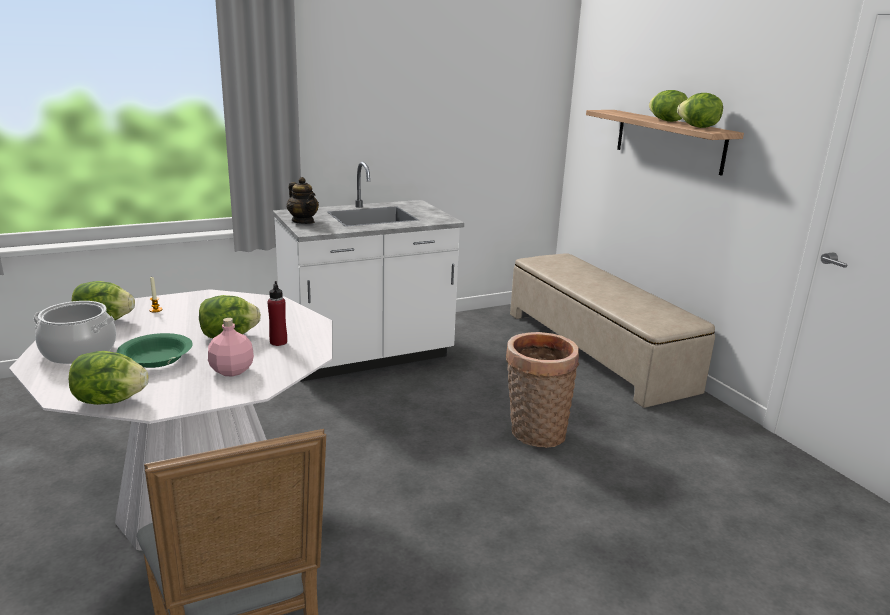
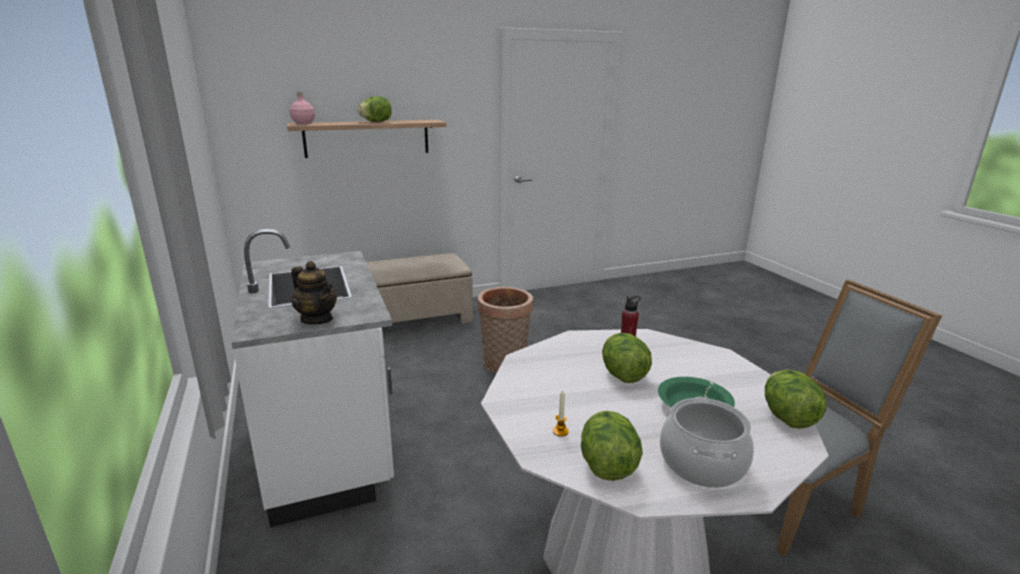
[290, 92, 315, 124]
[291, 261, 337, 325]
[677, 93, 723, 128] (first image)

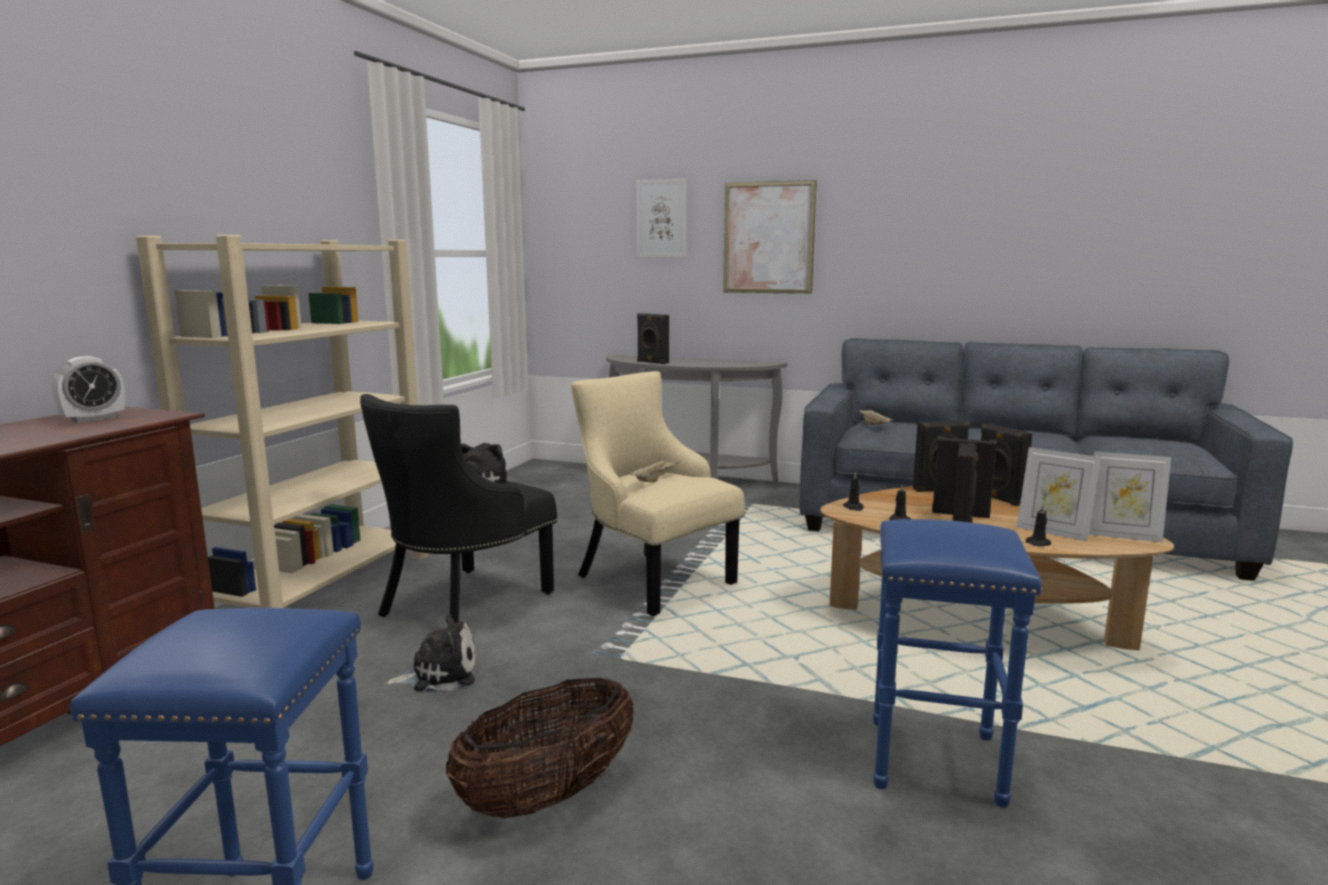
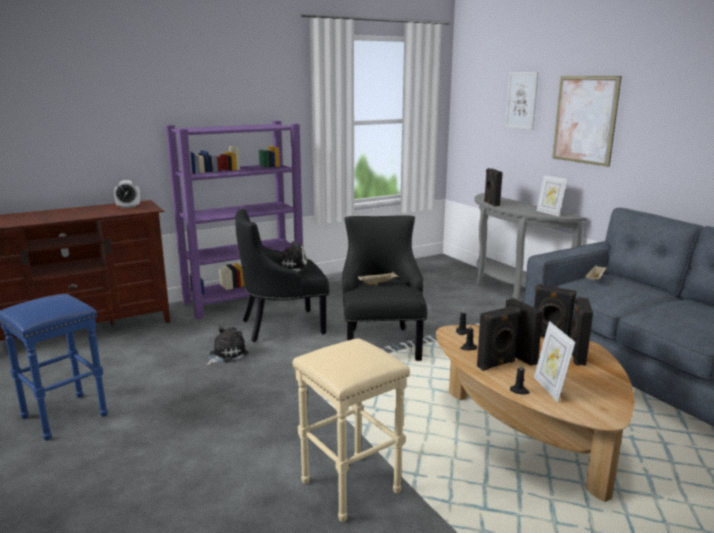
[166, 121, 303, 319]
[206, 327, 249, 365]
[293, 339, 410, 522]
[342, 215, 427, 361]
[536, 175, 567, 216]
[446, 678, 634, 818] (first image)

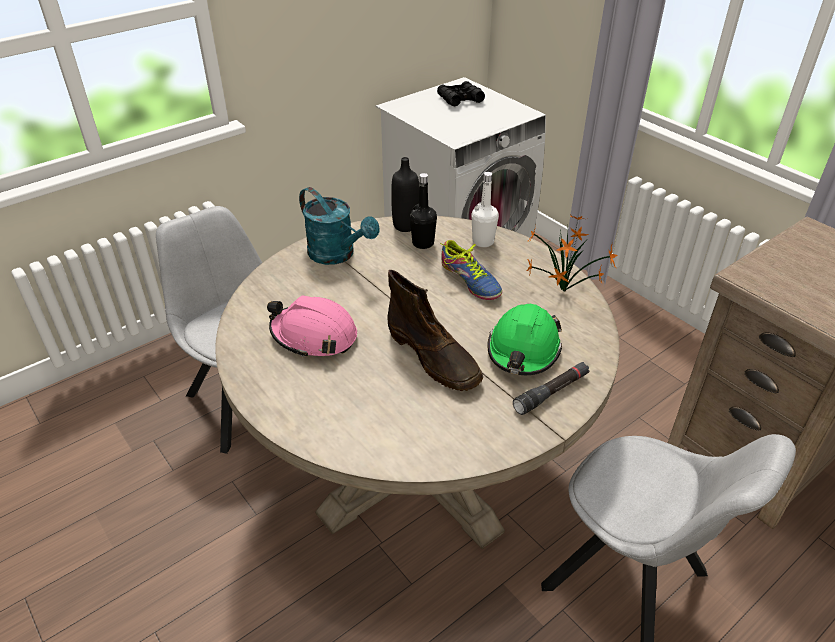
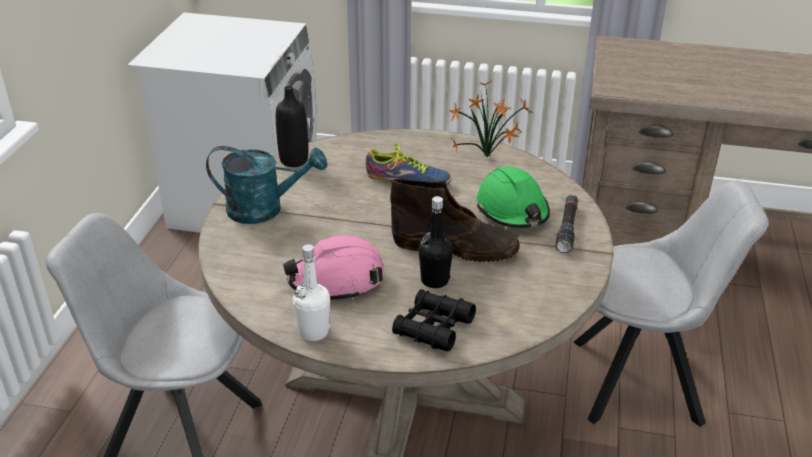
[293, 244, 330, 341]
[392, 289, 476, 351]
[419, 196, 453, 288]

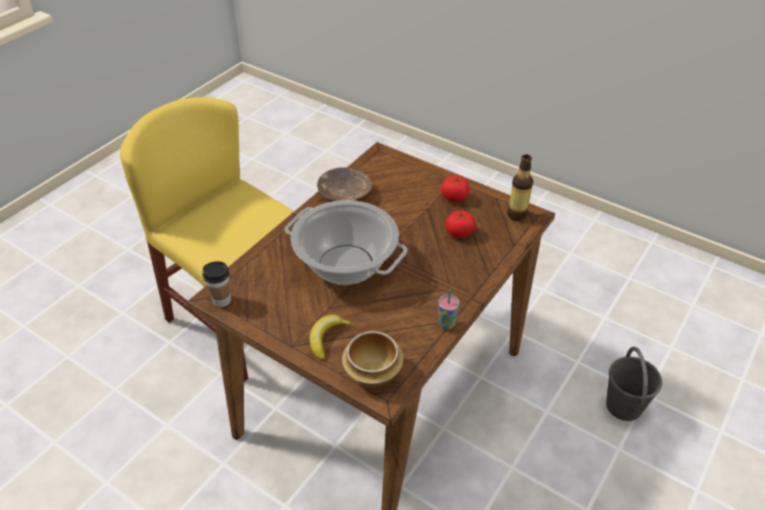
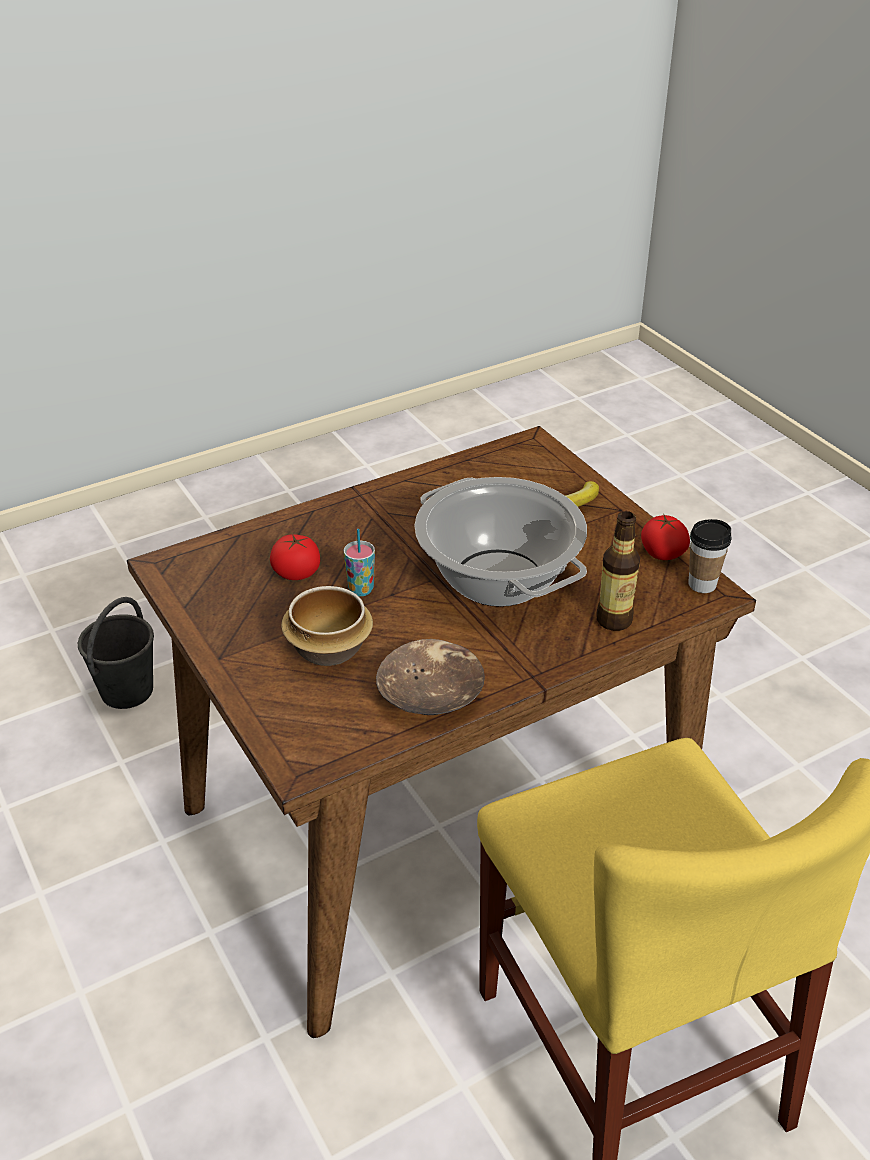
[281, 586, 373, 666]
[344, 529, 375, 596]
[596, 511, 640, 631]
[641, 515, 690, 560]

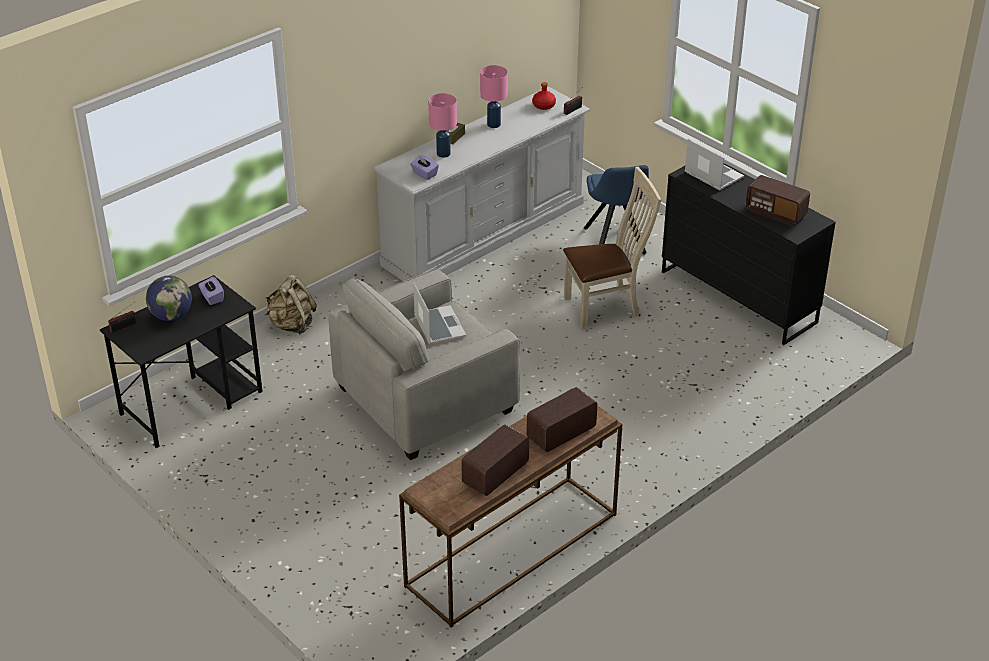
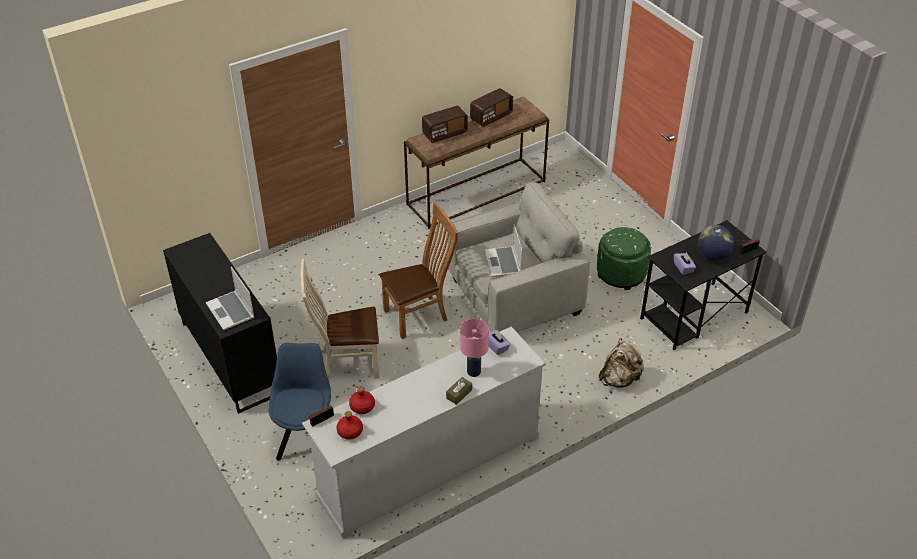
[349, 386, 375, 414]
[379, 202, 458, 339]
[597, 227, 651, 290]
[480, 65, 508, 128] (first image)
[745, 175, 810, 226] (first image)

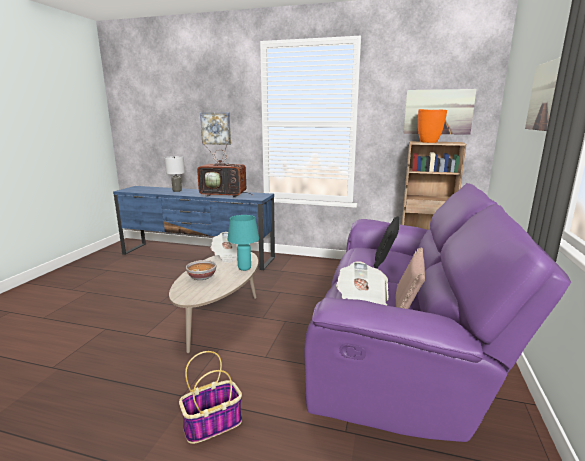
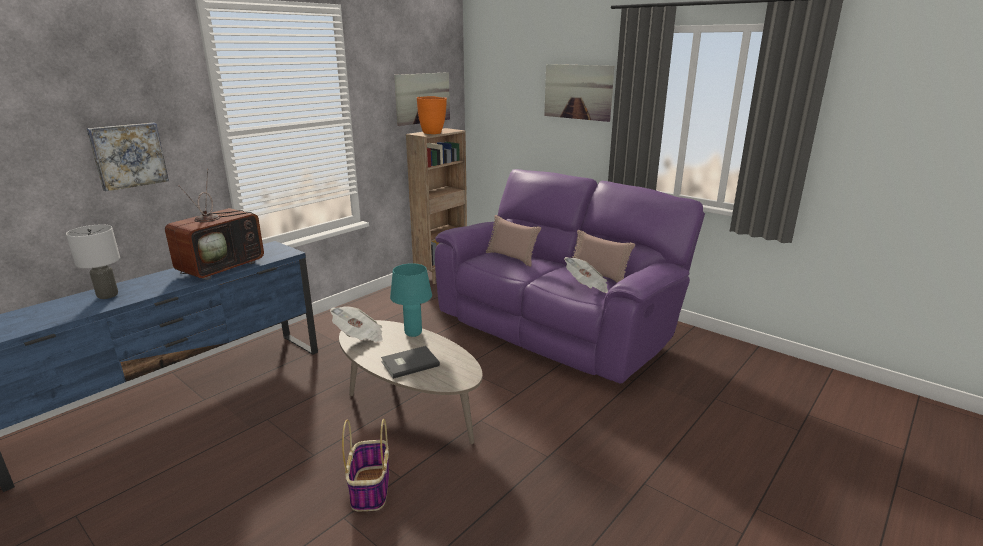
[342, 419, 389, 511]
[381, 346, 440, 379]
[485, 215, 541, 267]

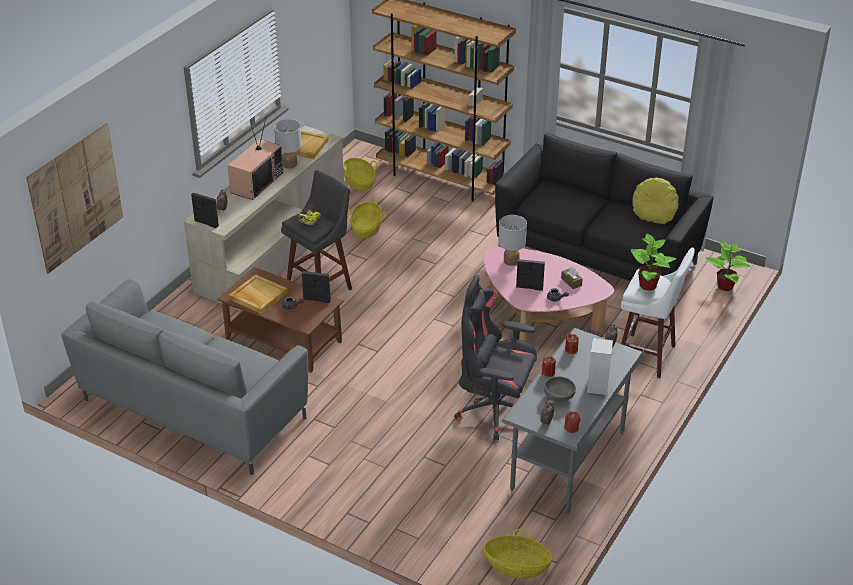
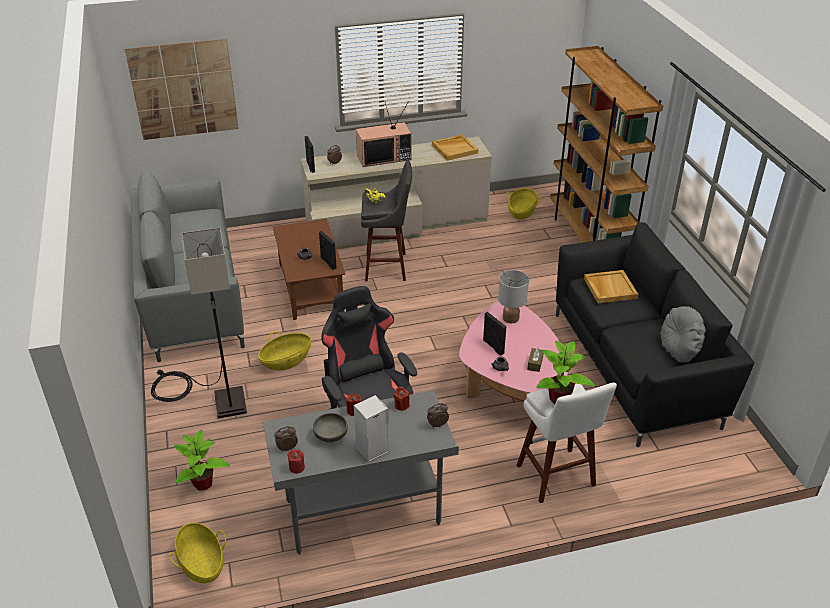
[151, 228, 247, 418]
[174, 430, 230, 491]
[258, 331, 311, 371]
[584, 270, 638, 303]
[660, 306, 706, 362]
[274, 119, 302, 169] (first image)

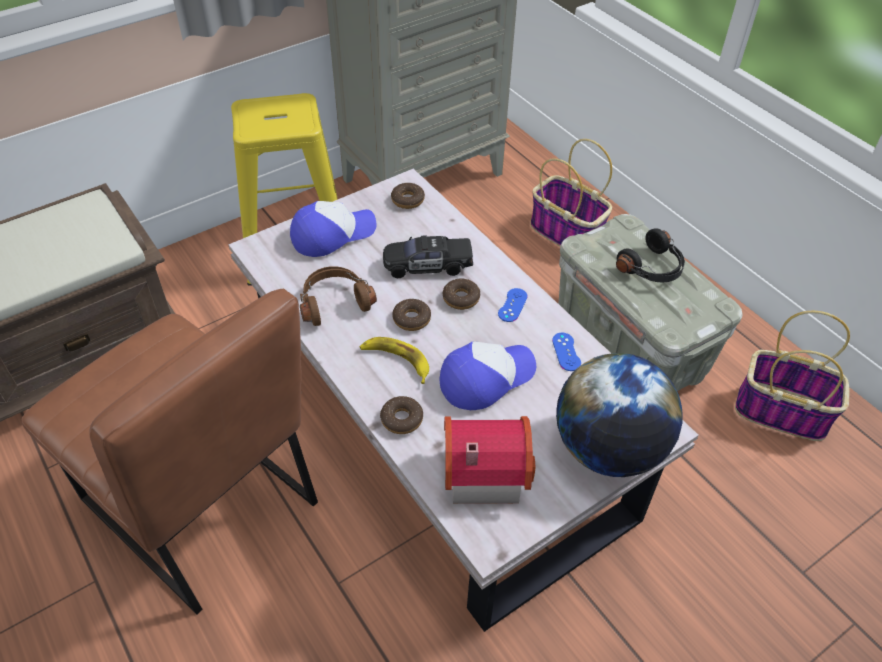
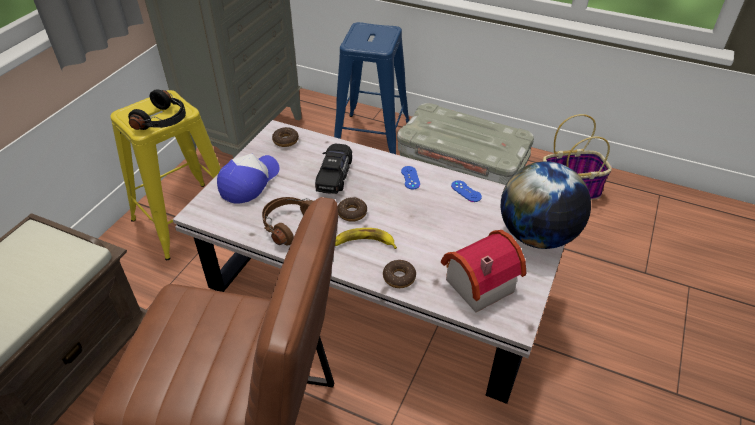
[128, 89, 186, 130]
[315, 144, 352, 194]
[334, 22, 409, 154]
[440, 342, 537, 410] (first image)
[443, 279, 480, 310] (first image)

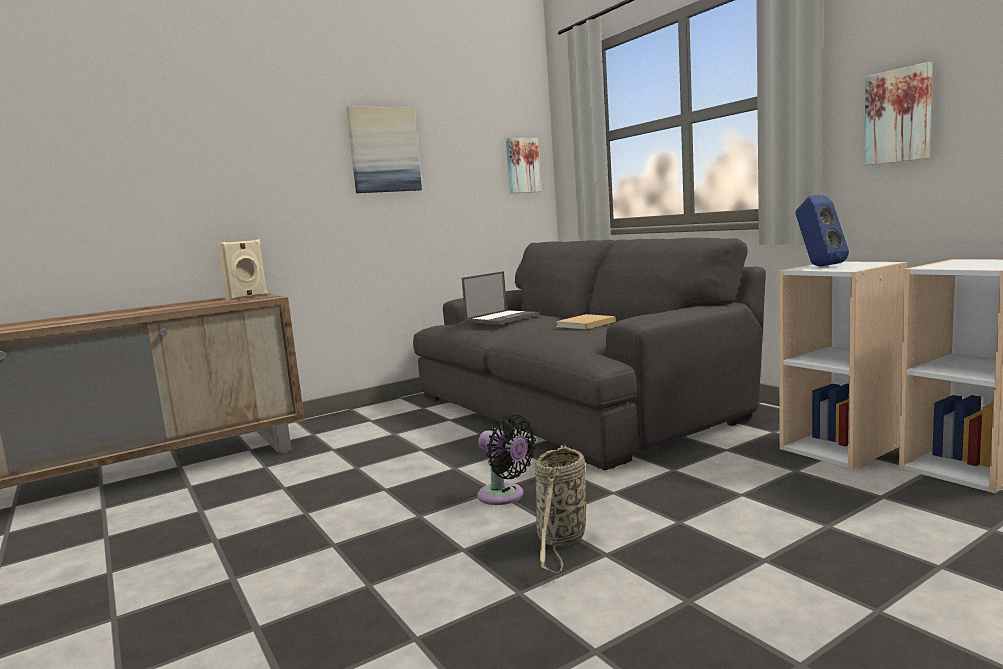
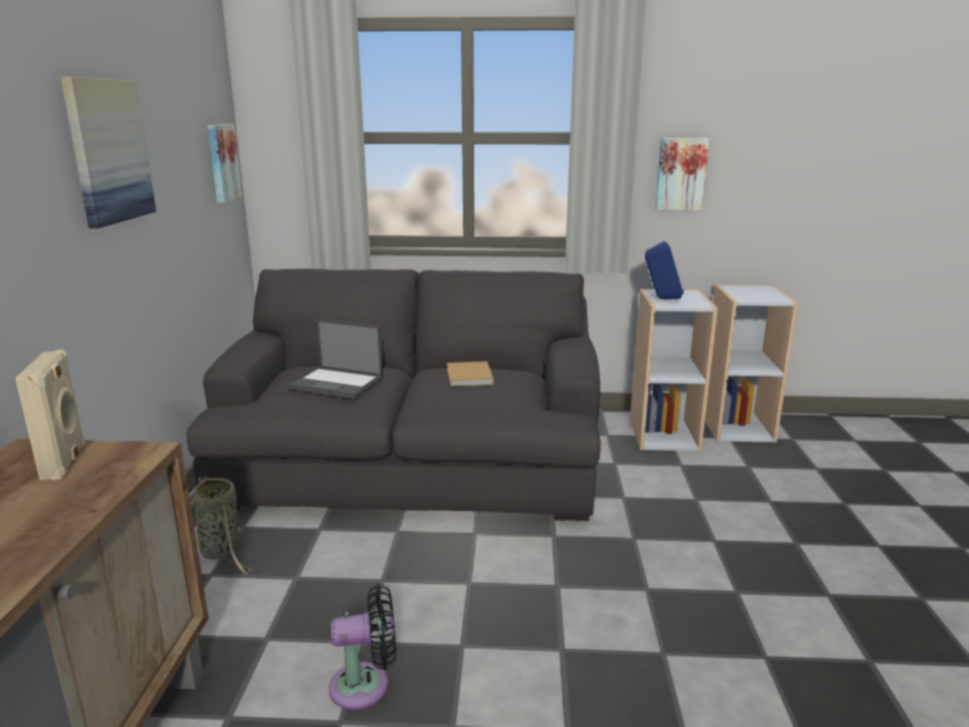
[190, 476, 253, 574]
[287, 319, 383, 399]
[329, 584, 396, 710]

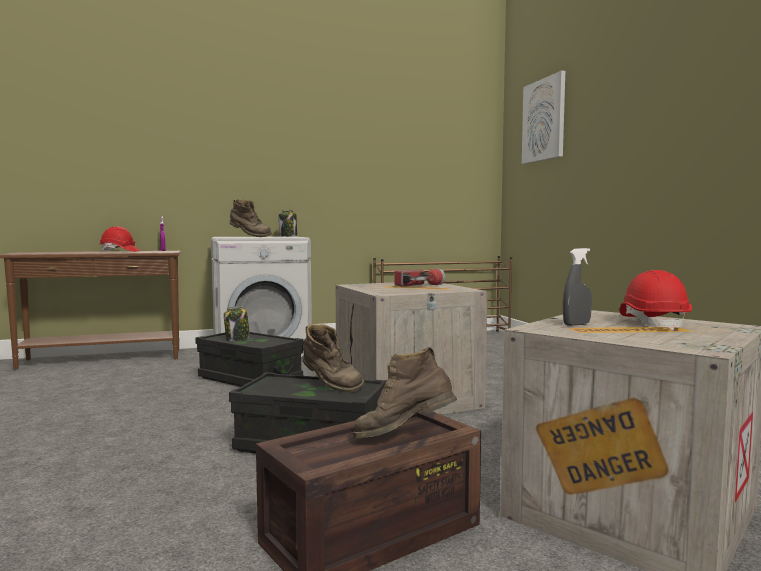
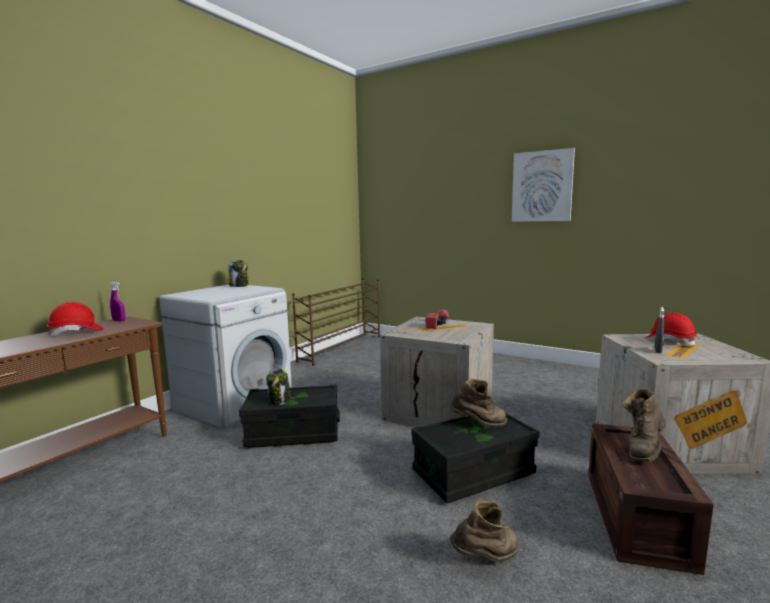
[450, 501, 519, 563]
[512, 148, 575, 222]

